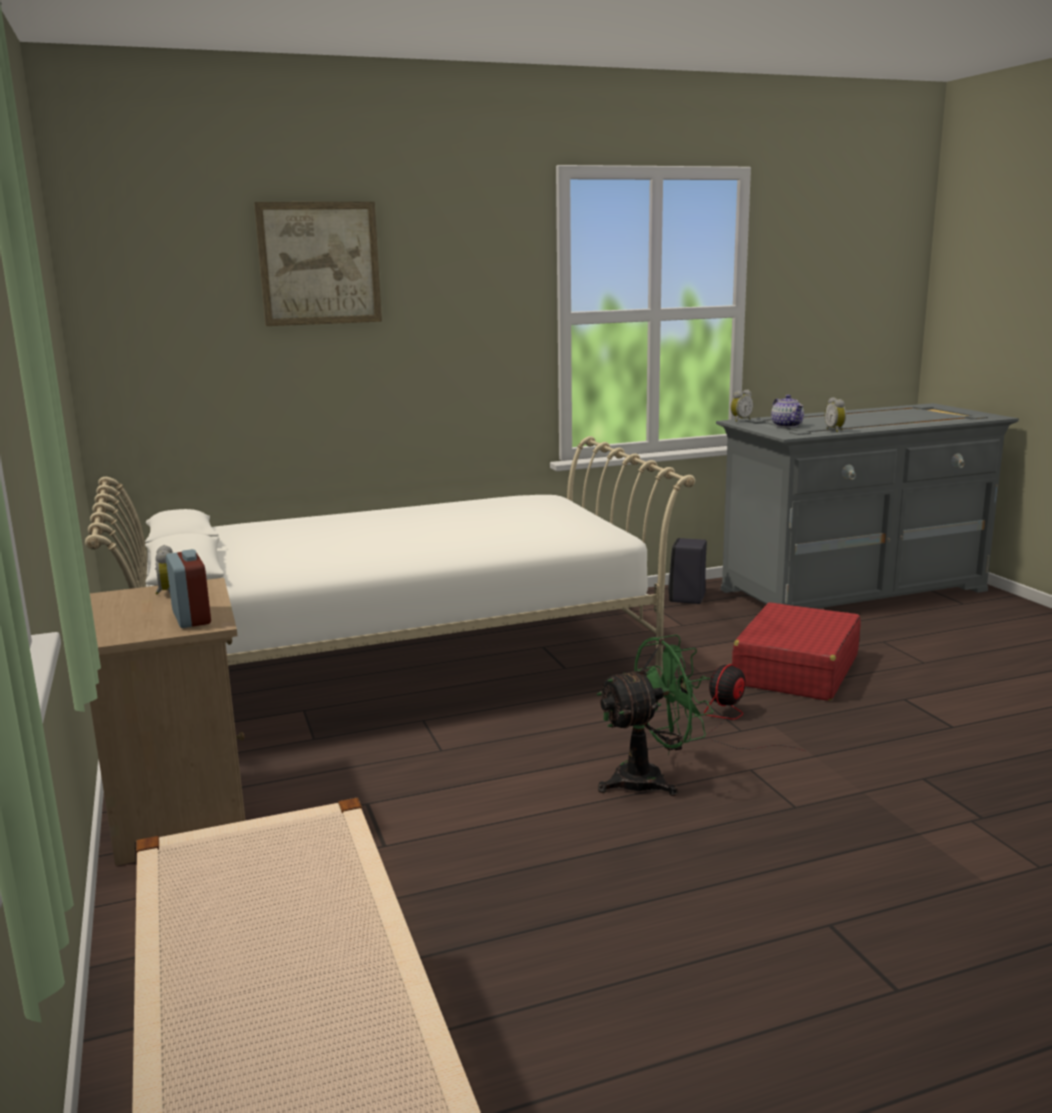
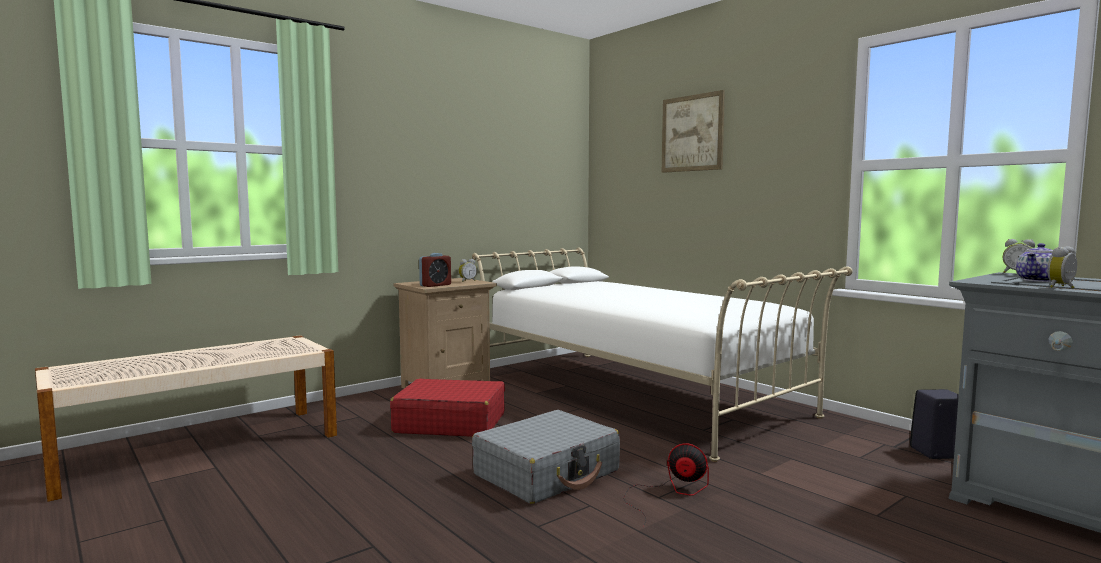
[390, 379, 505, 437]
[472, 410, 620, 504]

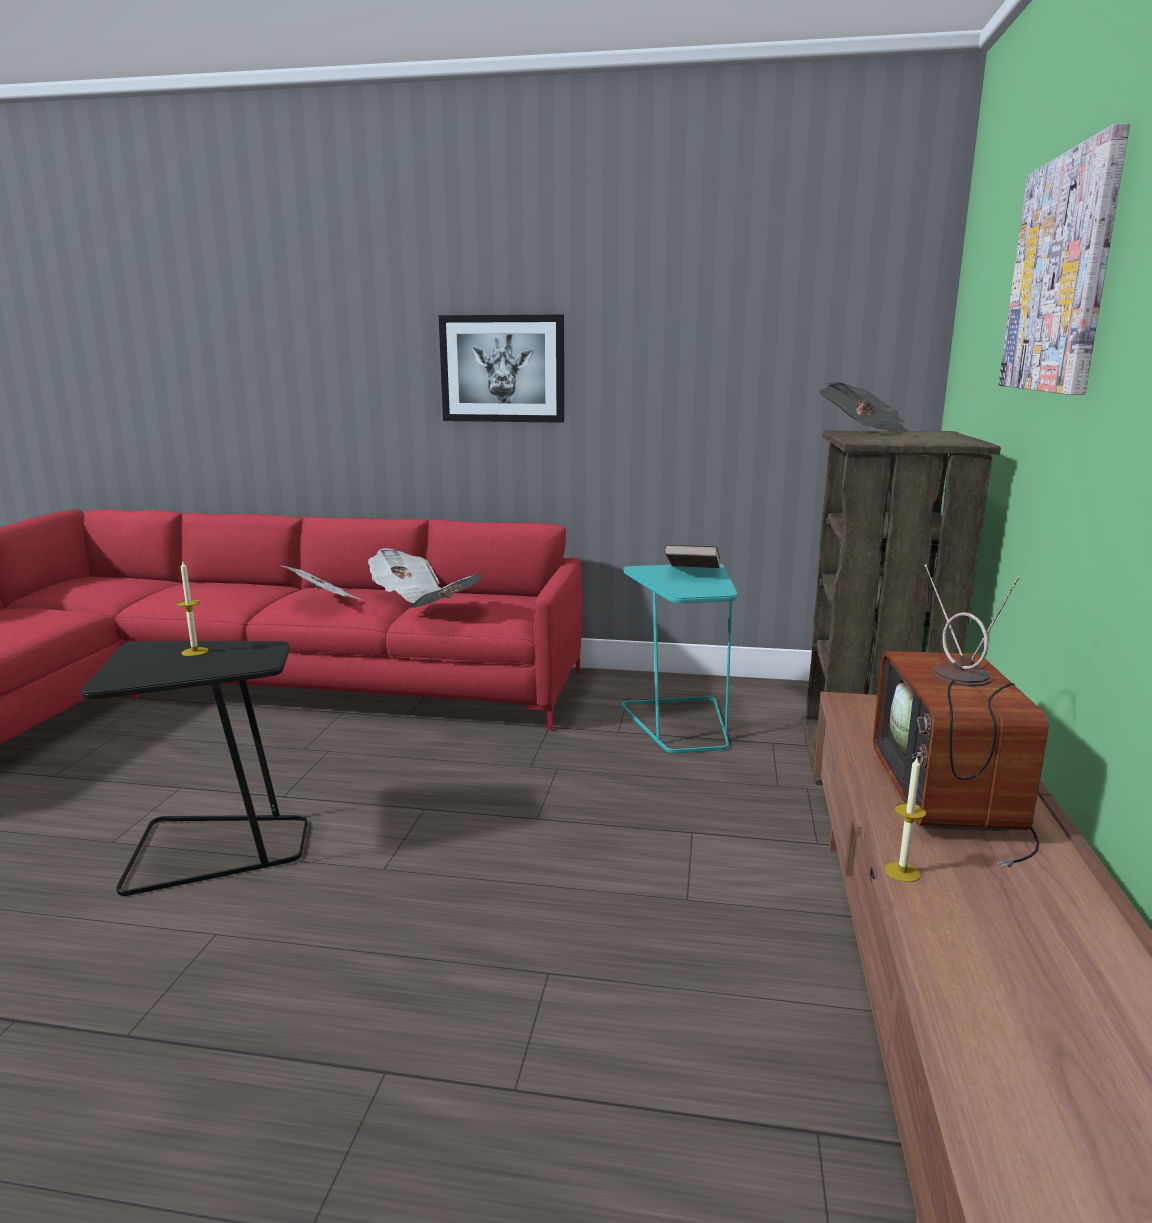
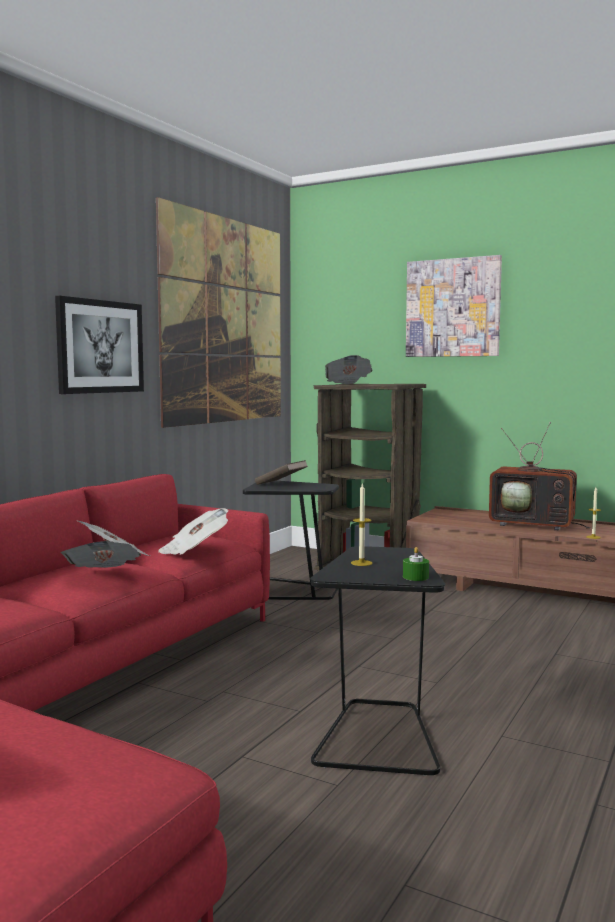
[156, 197, 281, 428]
[243, 481, 339, 600]
[403, 547, 429, 581]

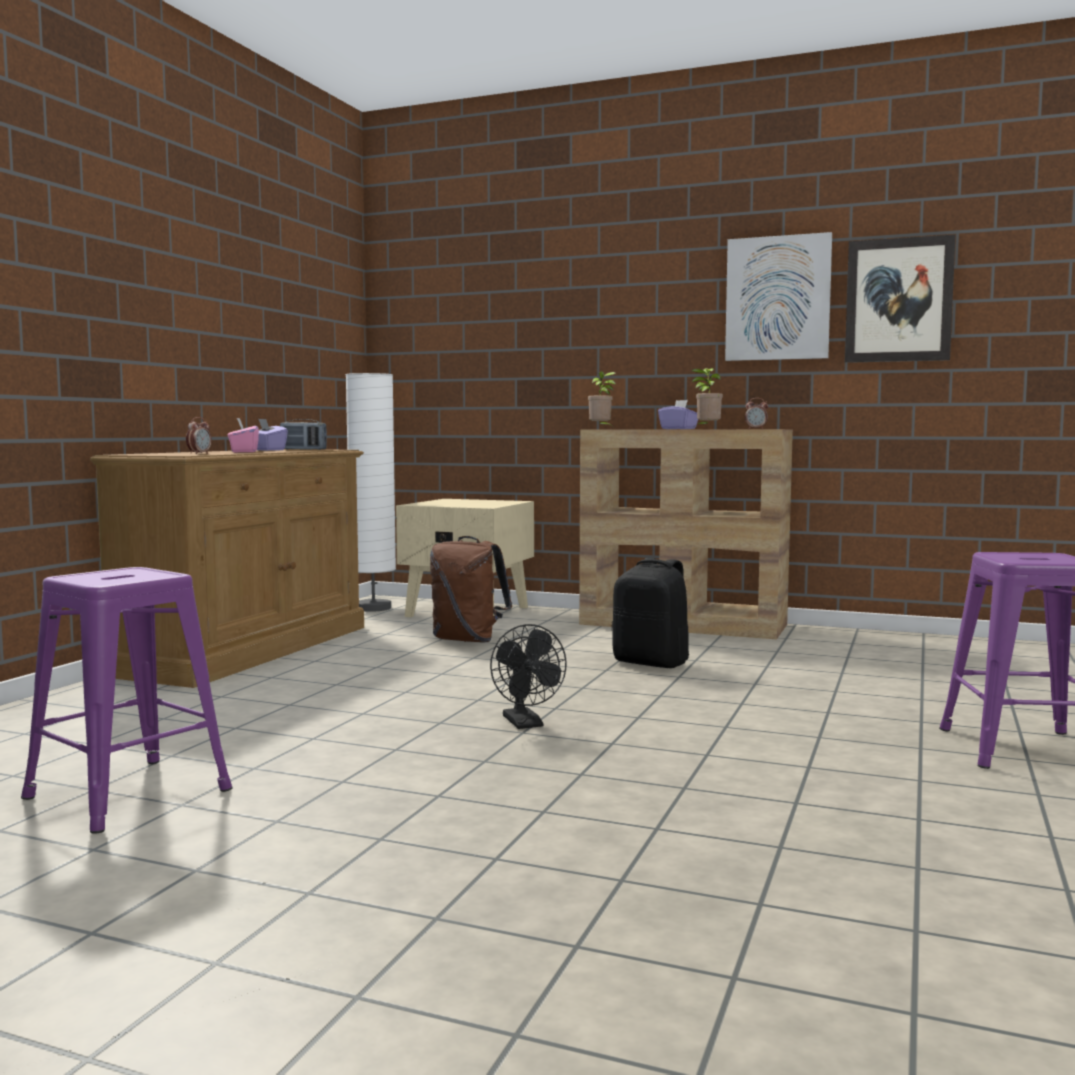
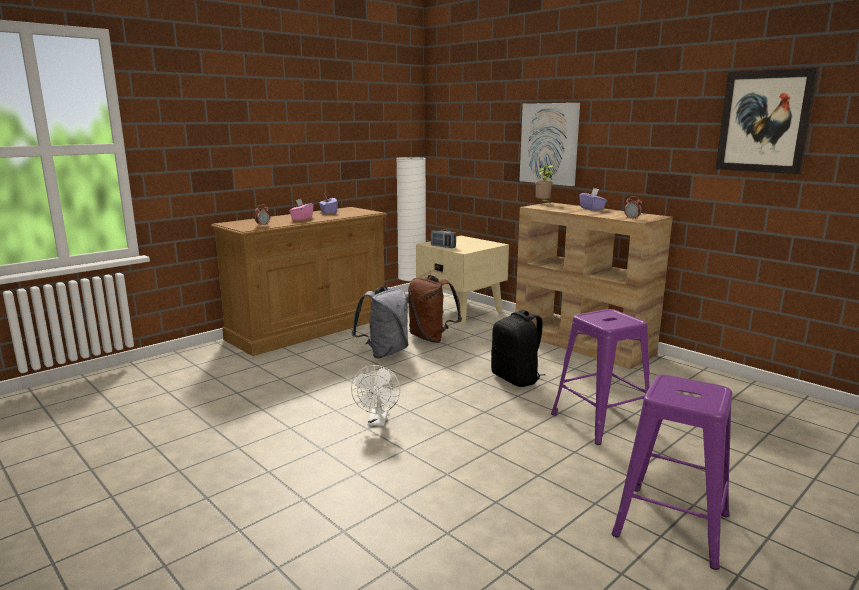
[351, 365, 400, 426]
[352, 286, 409, 358]
[431, 229, 456, 248]
[520, 103, 580, 186]
[551, 309, 650, 445]
[692, 368, 723, 425] (first image)

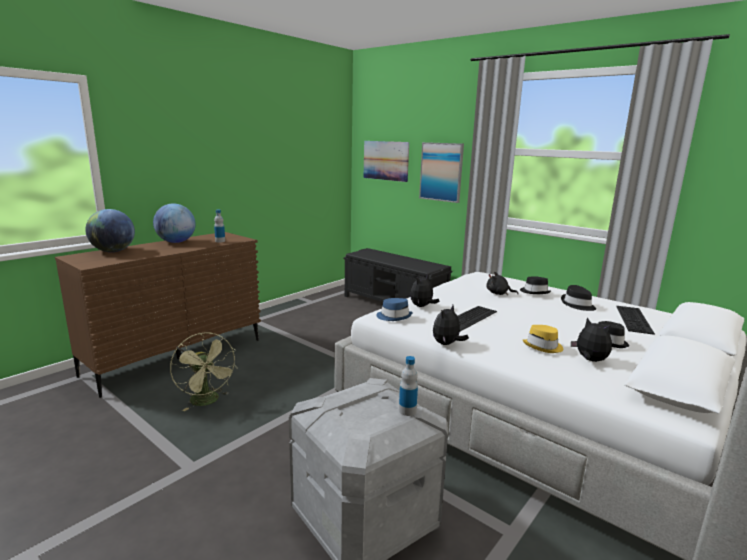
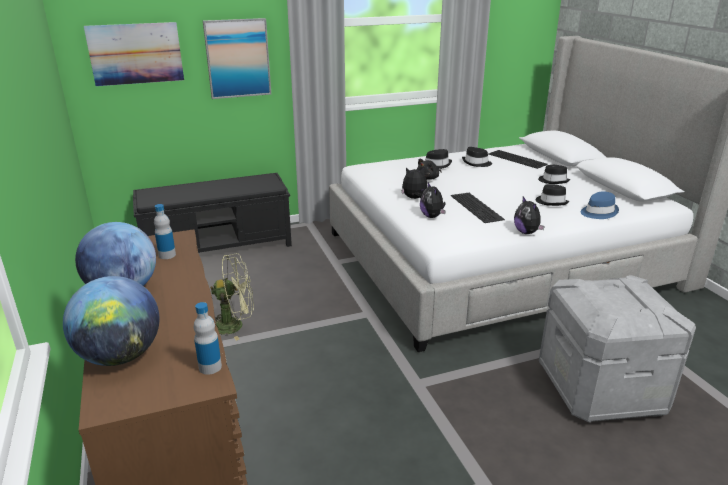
[194, 302, 222, 375]
[210, 253, 254, 341]
[401, 167, 427, 199]
[536, 184, 569, 206]
[581, 191, 619, 219]

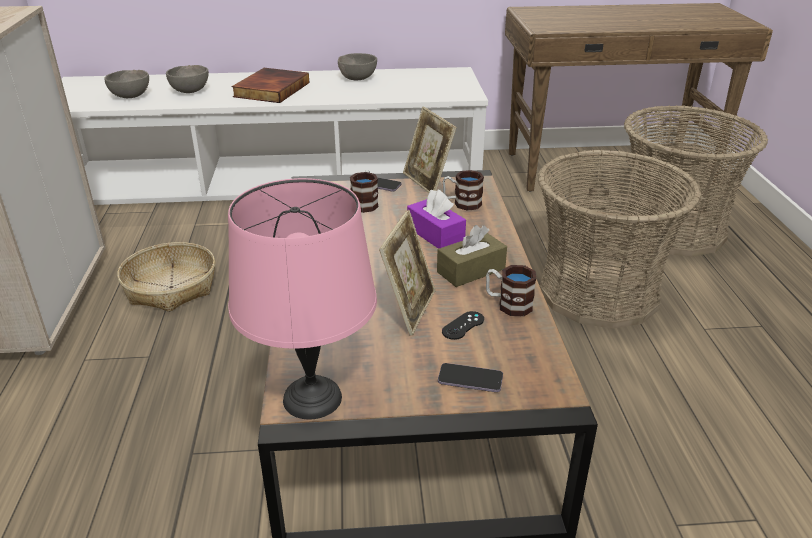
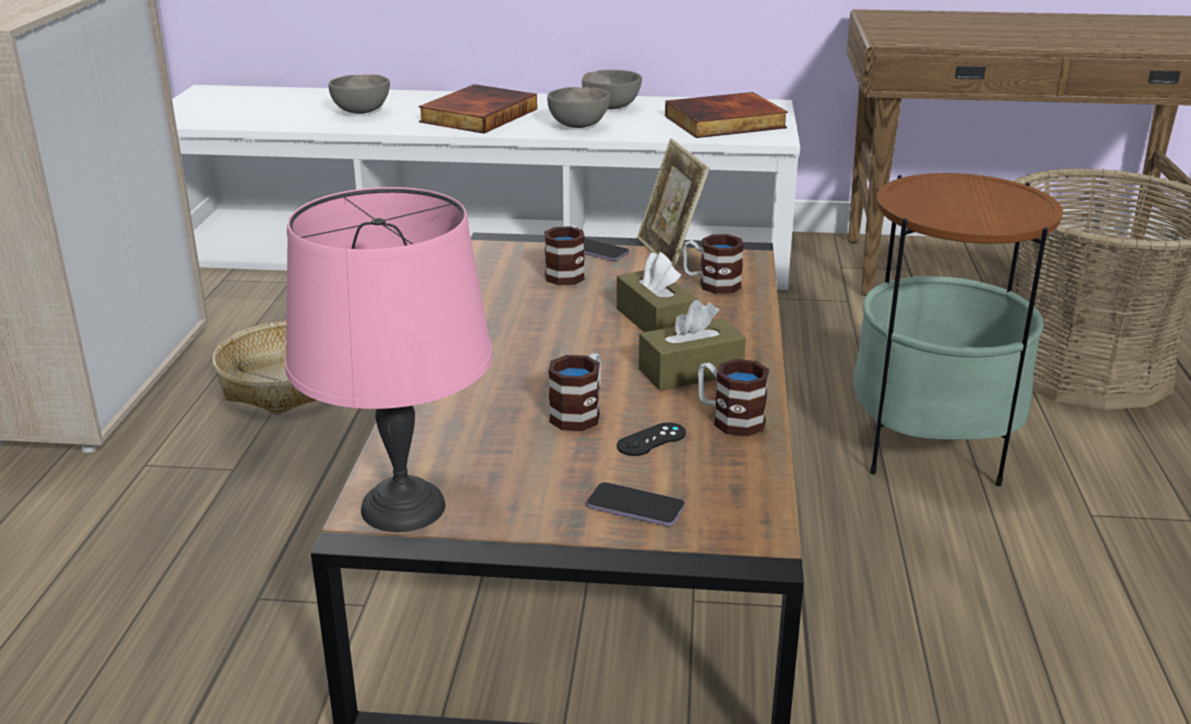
[547, 87, 610, 128]
[548, 353, 601, 431]
[617, 252, 698, 332]
[665, 92, 788, 138]
[854, 173, 1063, 486]

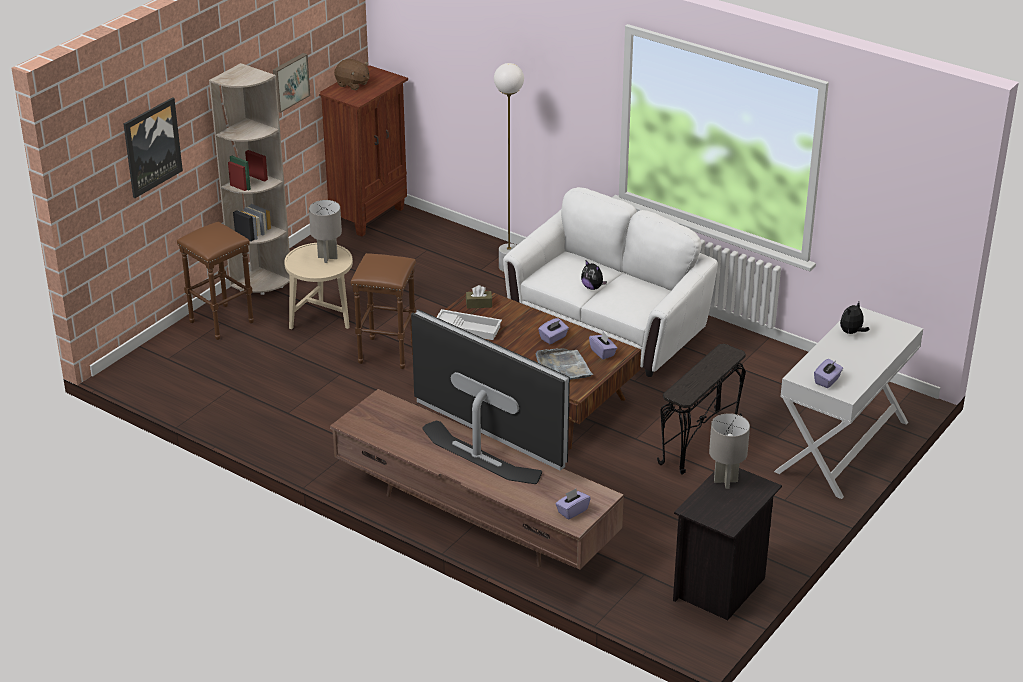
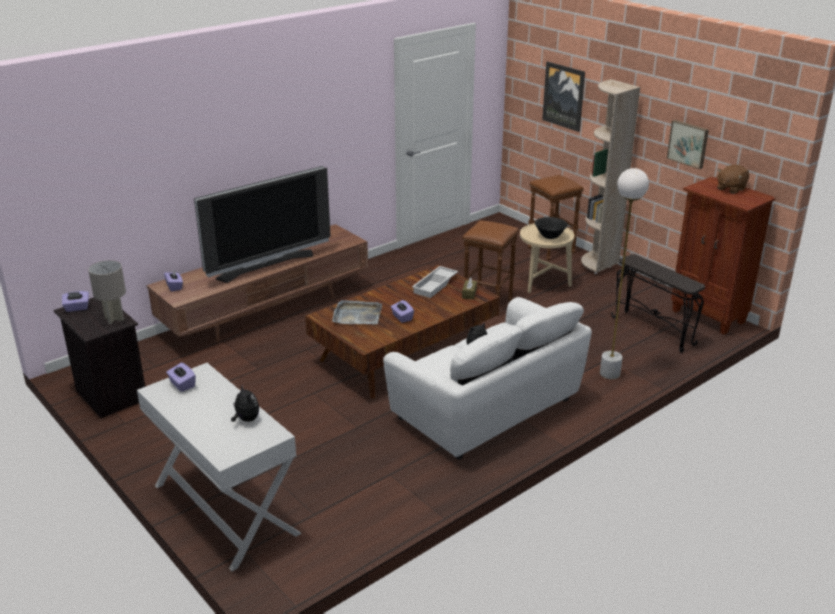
[62, 291, 89, 312]
[535, 217, 568, 239]
[611, 254, 705, 353]

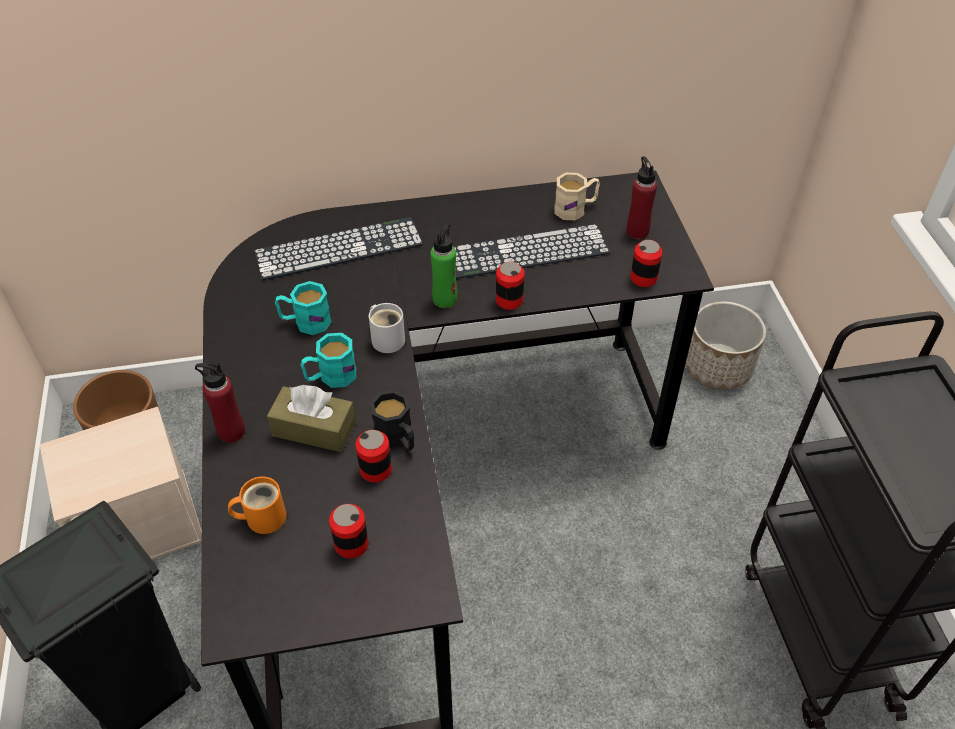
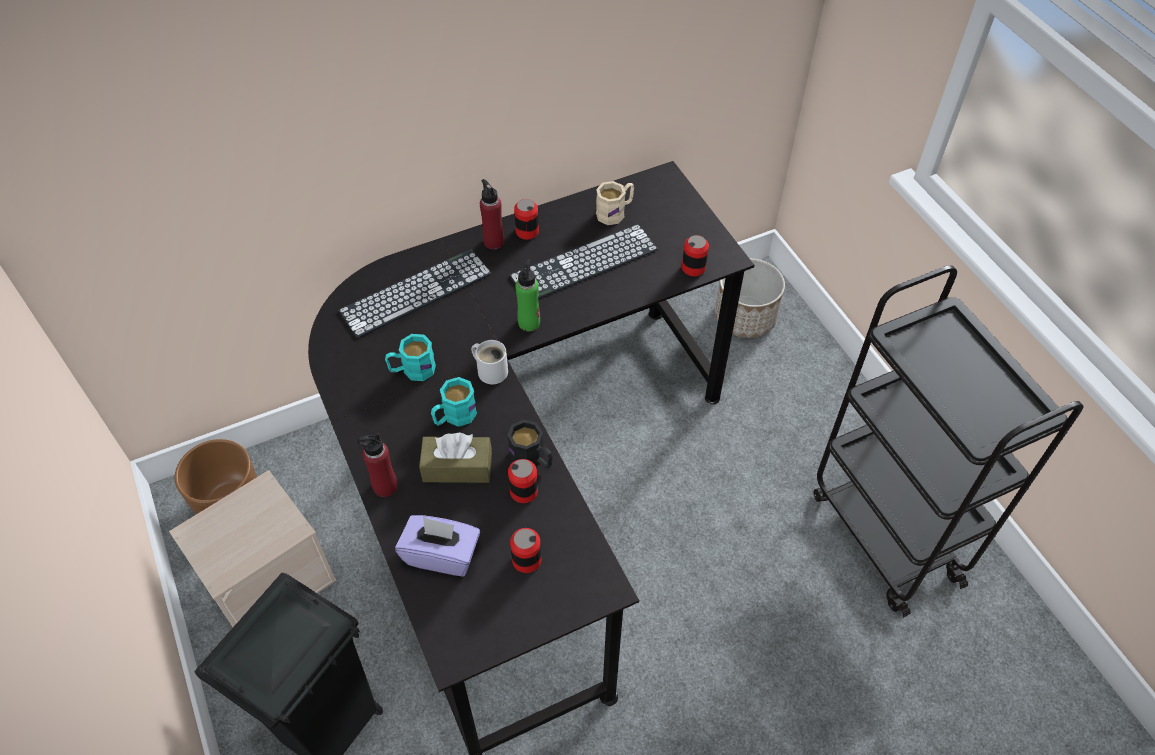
[395, 515, 480, 577]
[480, 179, 504, 249]
[514, 199, 539, 240]

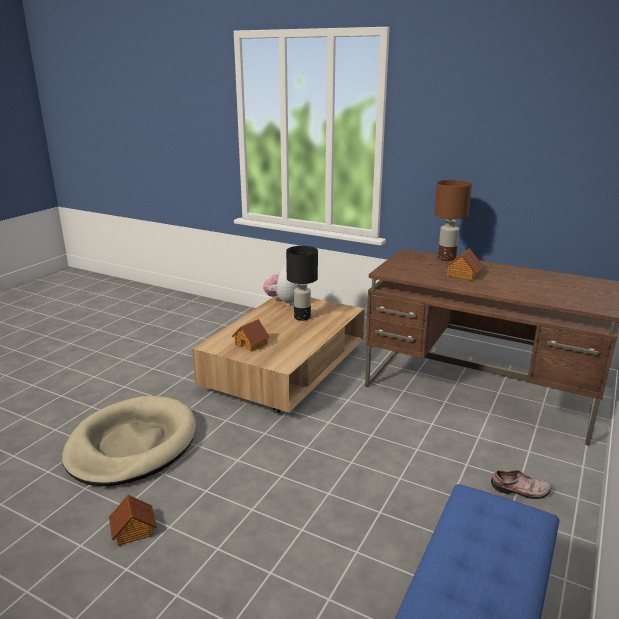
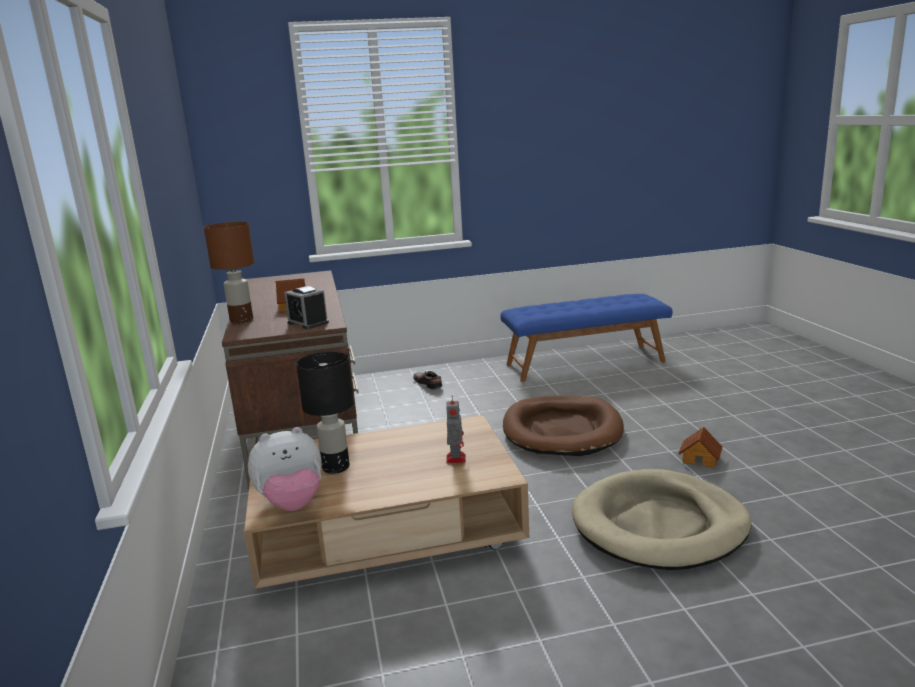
[284, 286, 329, 329]
[446, 398, 466, 463]
[503, 395, 624, 456]

